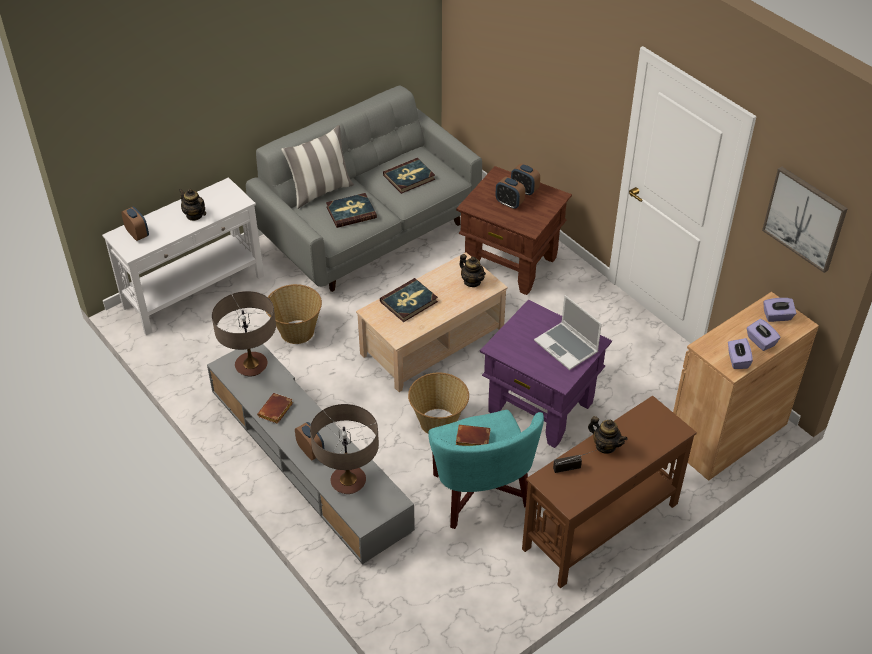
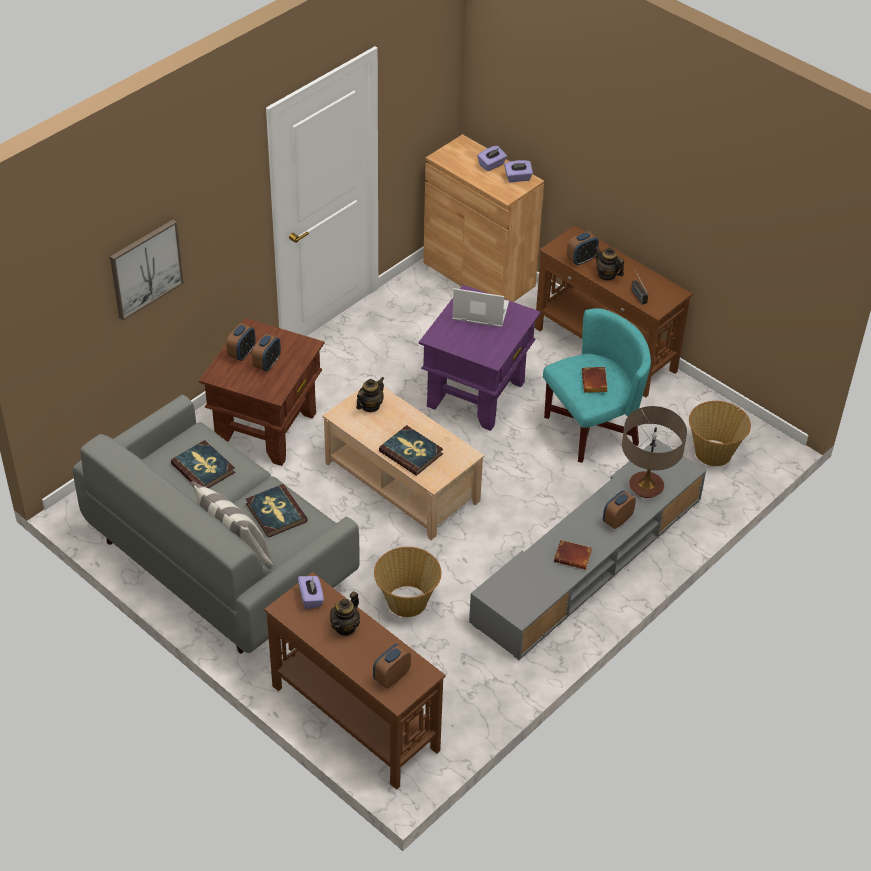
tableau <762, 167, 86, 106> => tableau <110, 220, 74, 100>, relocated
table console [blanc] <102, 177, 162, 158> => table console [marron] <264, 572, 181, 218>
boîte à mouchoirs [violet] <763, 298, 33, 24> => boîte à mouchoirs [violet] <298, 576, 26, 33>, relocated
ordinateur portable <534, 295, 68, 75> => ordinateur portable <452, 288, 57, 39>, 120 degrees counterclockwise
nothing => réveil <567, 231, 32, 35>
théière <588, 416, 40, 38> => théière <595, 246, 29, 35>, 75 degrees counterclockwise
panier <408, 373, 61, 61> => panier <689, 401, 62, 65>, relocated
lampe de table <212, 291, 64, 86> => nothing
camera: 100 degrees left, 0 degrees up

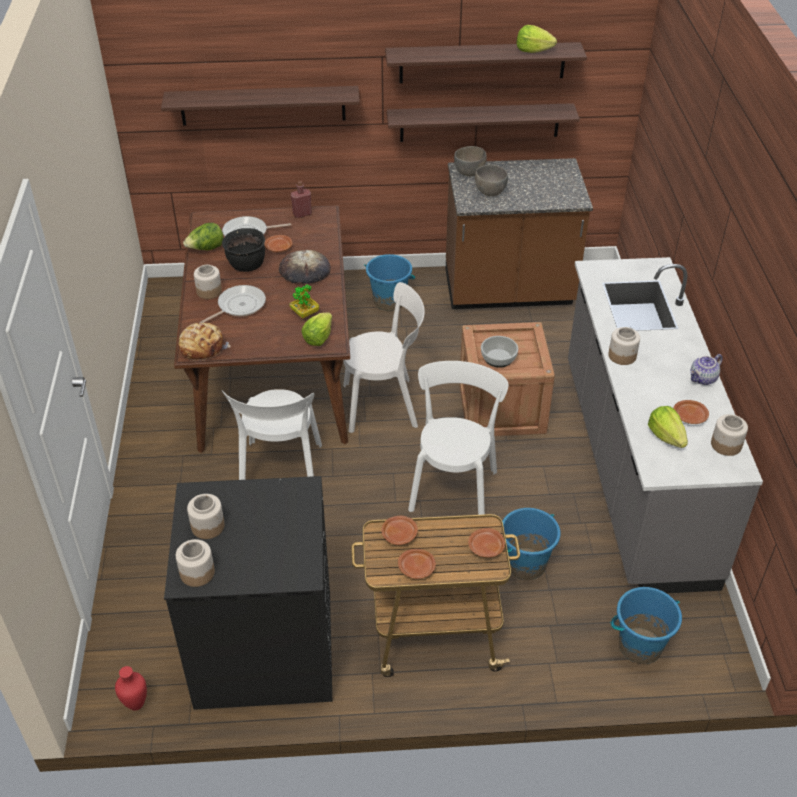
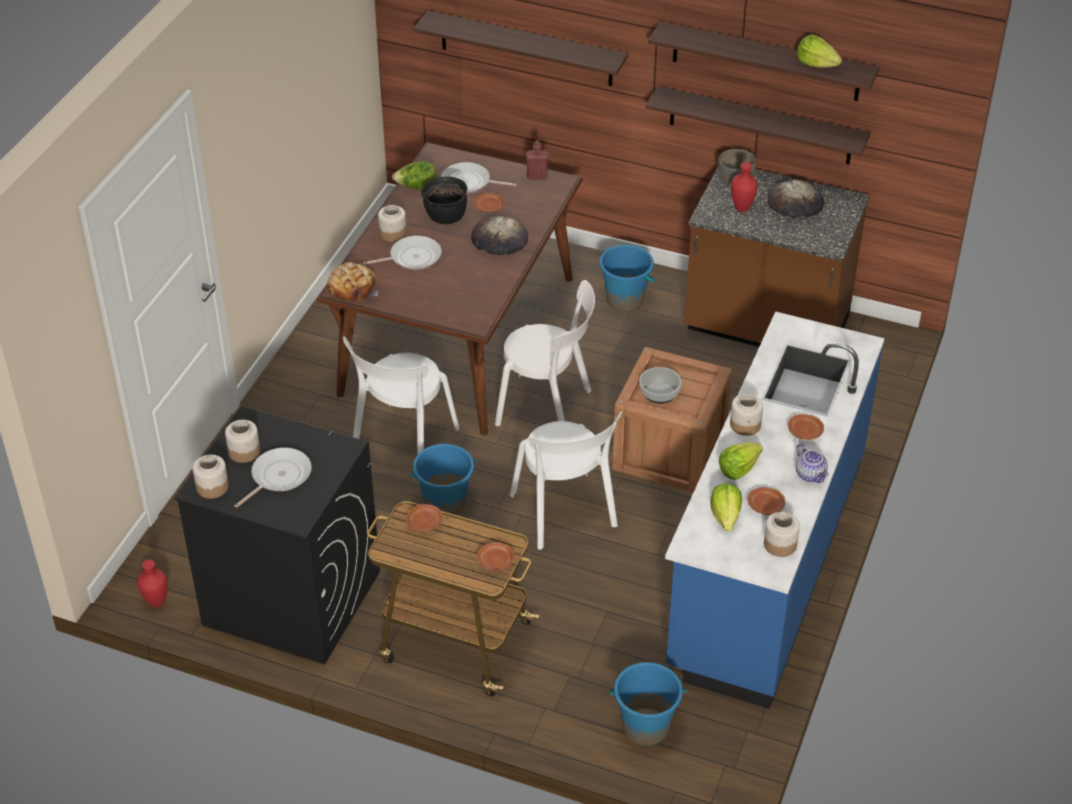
nothing => poêle <234, 447, 78, 61>
seau [bleu] <502, 508, 59, 72> => seau [bleu] <409, 444, 68, 71>, relocated
chaise [blanc] <408, 361, 101, 154> => chaise [blanc] <510, 411, 112, 139>, 120 degrees clockwise
comptoir de cuisine [gris] <568, 257, 195, 336> => comptoir de cuisine [bleu] <665, 311, 220, 398>
laitue <301, 312, 31, 34> => laitue <719, 442, 44, 38>, relocated
bol [gris] <475, 165, 33, 31> => vase [rouge] <731, 162, 27, 50>
nothing => pain <768, 180, 56, 38>
assiette [marron] <398, 549, 38, 30> => assiette [marron] <788, 414, 36, 26>, relocated
théière <690, 354, 33, 31> => théière <796, 444, 33, 39>, 105 degrees counterclockwise
plante en pot <289, 285, 31, 34> => nothing
camera: 25 degrees right, 0 degrees up

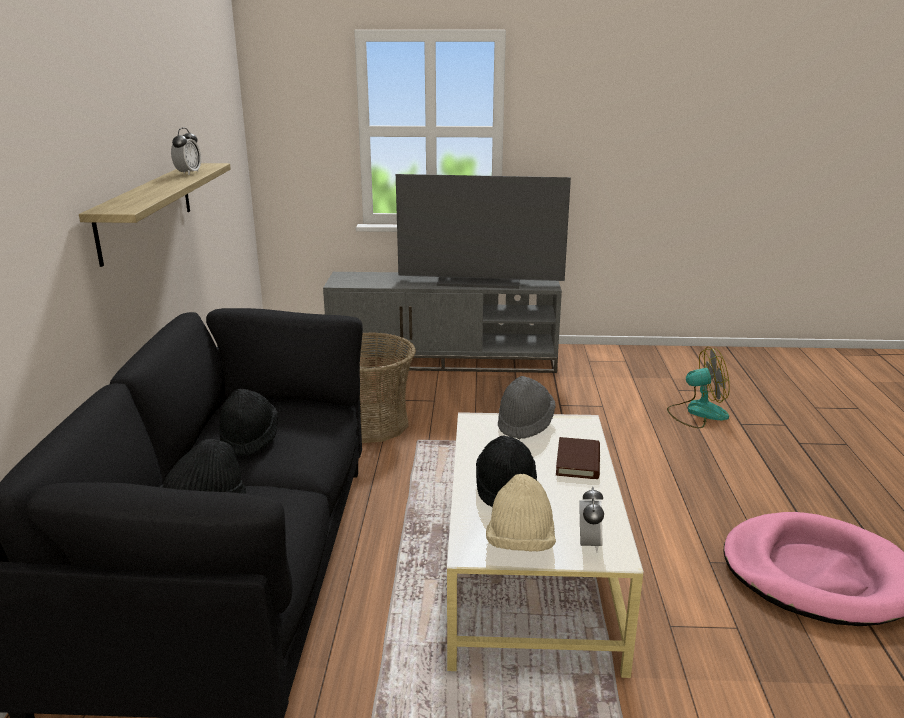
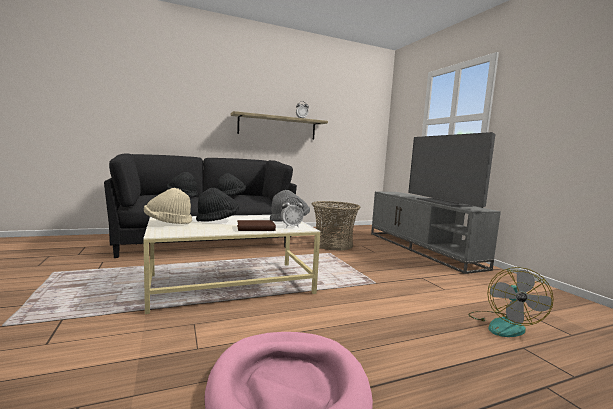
réveil <579, 487, 25, 66> => réveil <281, 197, 23, 31>, relocated
ventilateur <667, 347, 63, 81> => ventilateur <468, 267, 86, 70>, 45 degrees clockwise
camera: 65 degrees right, 15 degrees down

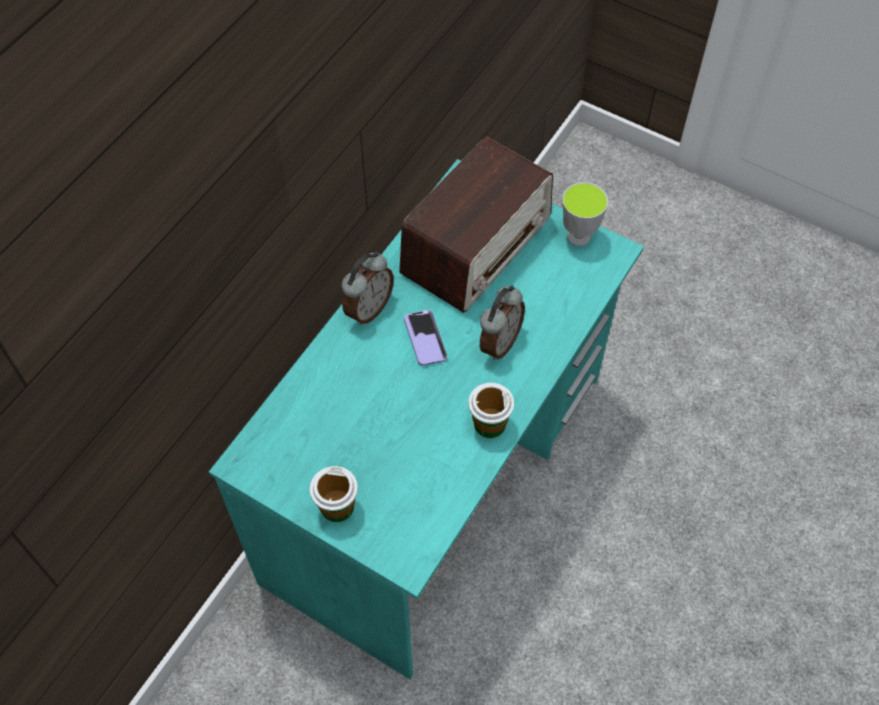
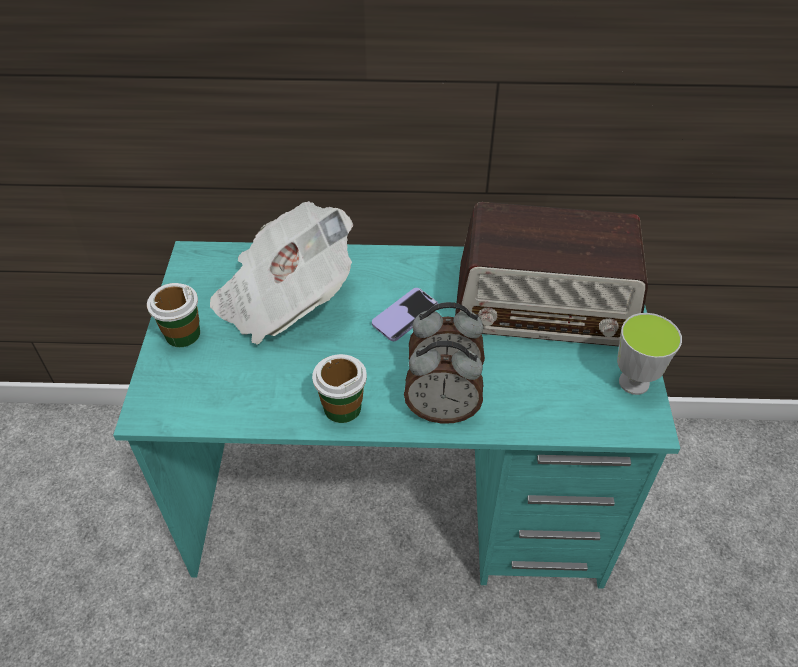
nothing => journal <210, 201, 143, 144>
réveil <342, 252, 52, 73> => réveil <404, 341, 79, 83>, relocated
camera: 60 degrees right, 10 degrees down

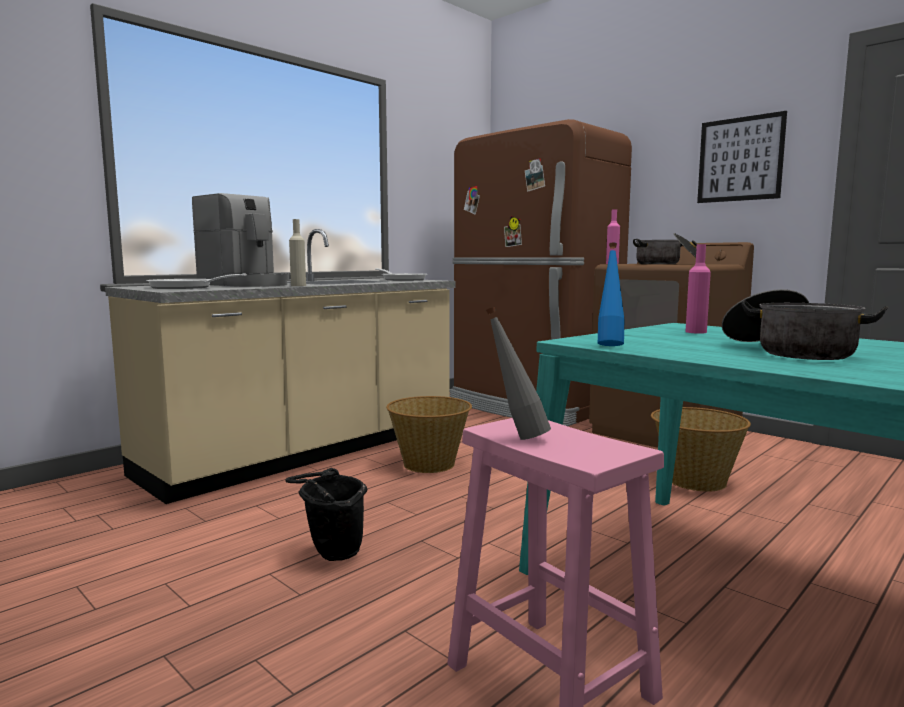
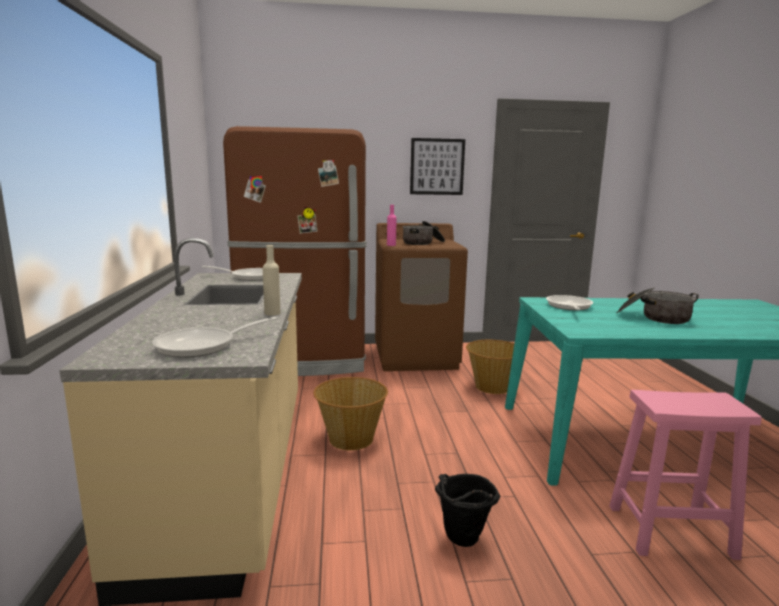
bouteille [rose] <685, 244, 26, 90> => poêle <546, 295, 47, 15>
machine à café <192, 193, 97, 94> => nothing
bouteille [gris] <486, 307, 65, 133> => nothing
bouteille [bleu] <598, 242, 26, 104> => nothing
camera: 50 degrees left, 5 degrees up

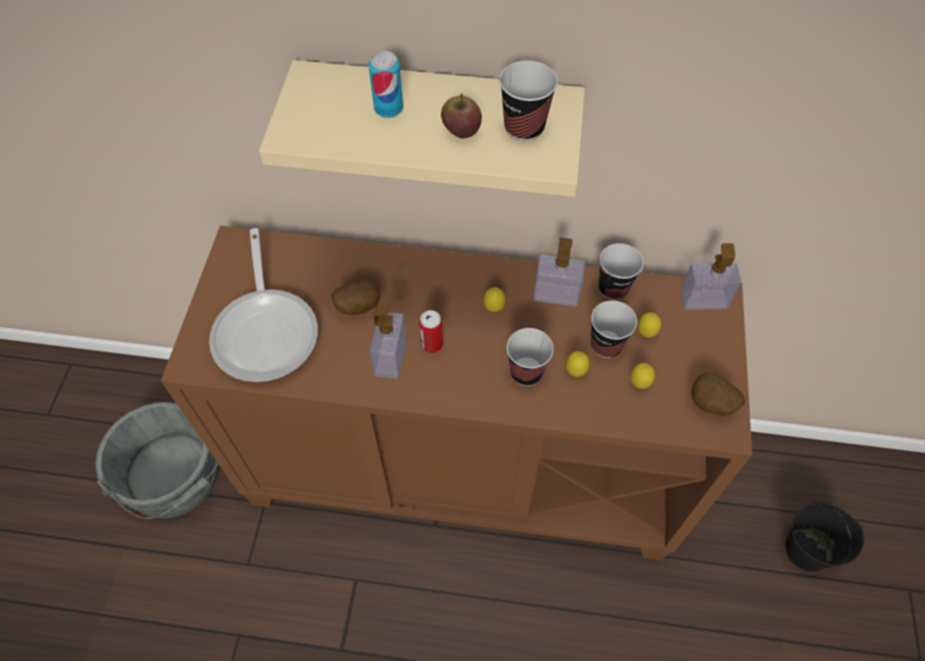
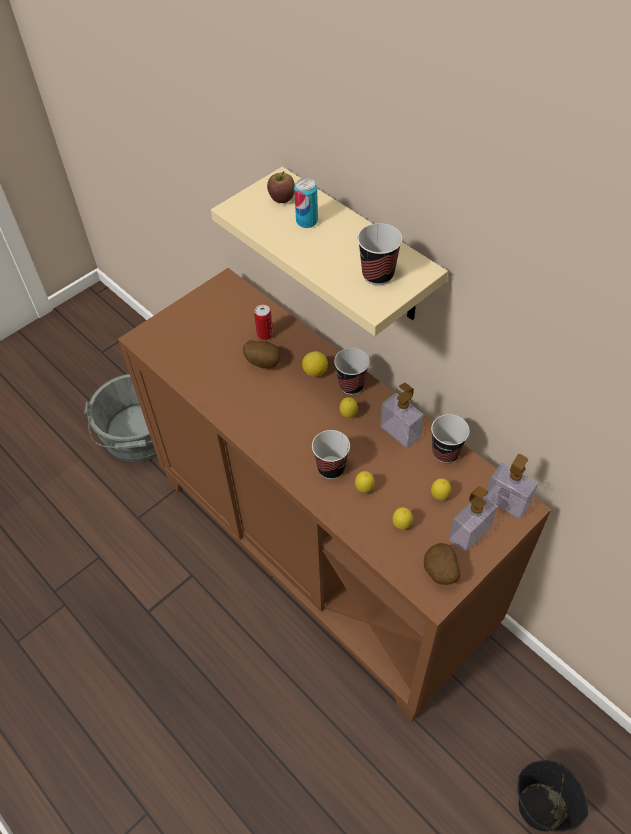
boîte métallique <419, 310, 24, 43> => boîte métallique <254, 305, 19, 35>, relocated
pomme <441, 94, 41, 45> => pomme <267, 171, 28, 32>, relocated
nothing => citron <302, 351, 26, 25>
tasse <591, 301, 46, 57> => tasse <334, 348, 36, 47>, relocated
distributeur de savon <370, 304, 37, 75> => distributeur de savon <449, 486, 49, 66>, relocated
poêle <209, 228, 109, 154> => nothing
camera: 40 degrees right, 5 degrees down

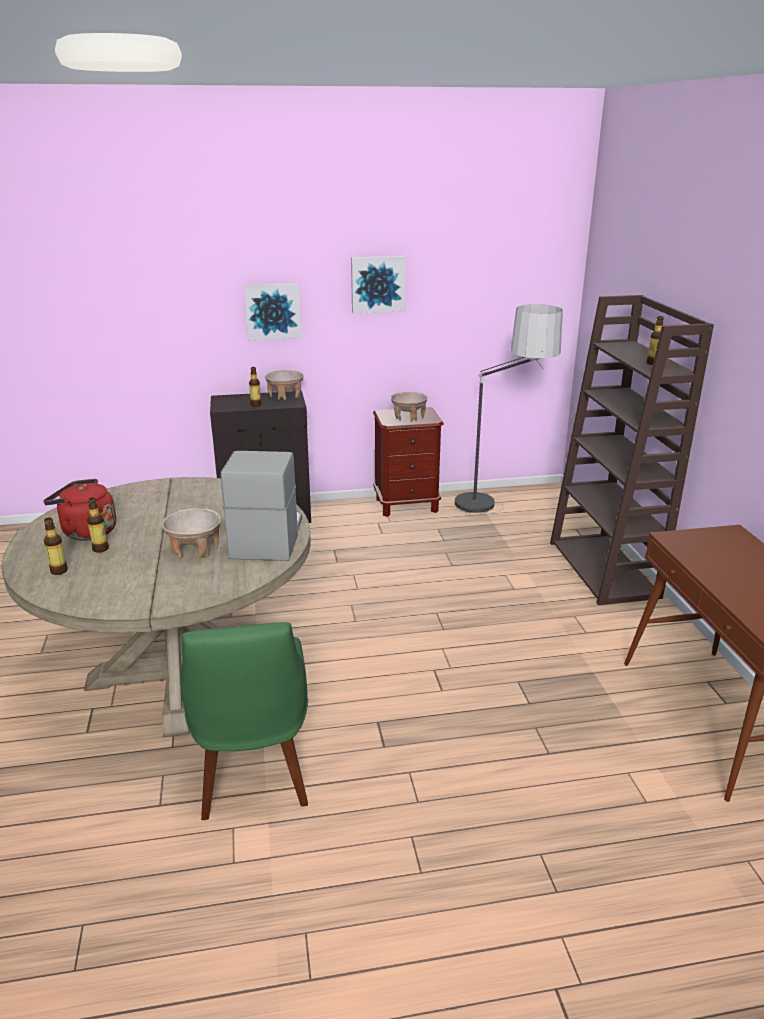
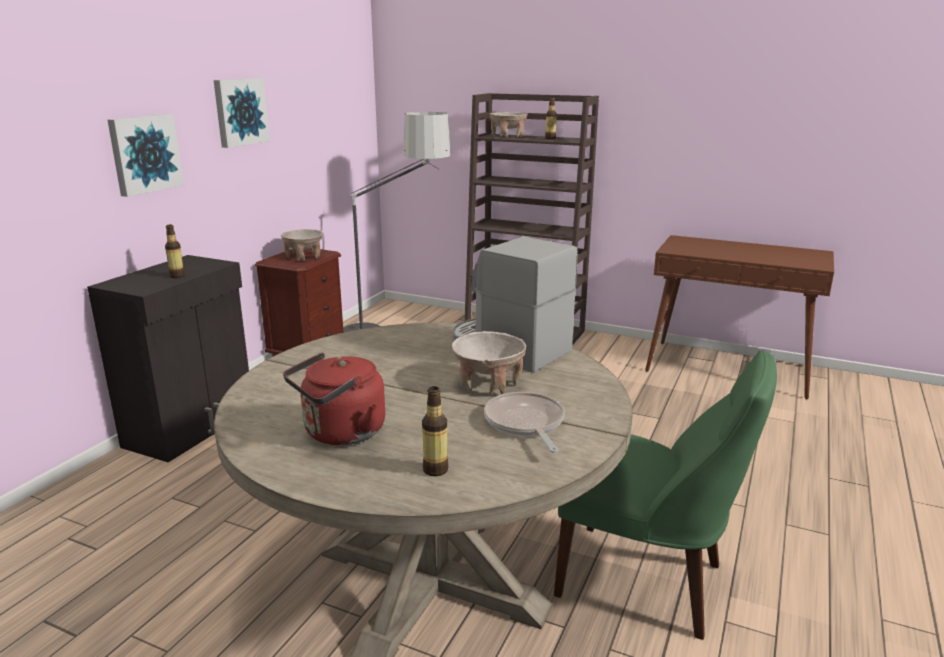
nothing => poêle <484, 392, 81, 61>
bol [beige] <265, 370, 39, 31> => bol [beige] <489, 112, 39, 26>, relocated
bouteille <87, 497, 22, 56> => nothing
camera: 55 degrees left, 5 degrees down

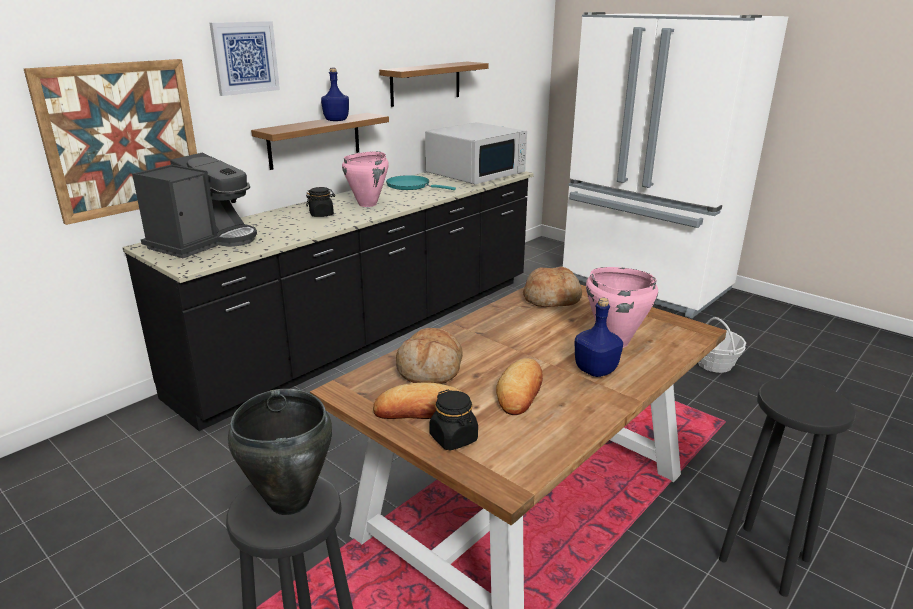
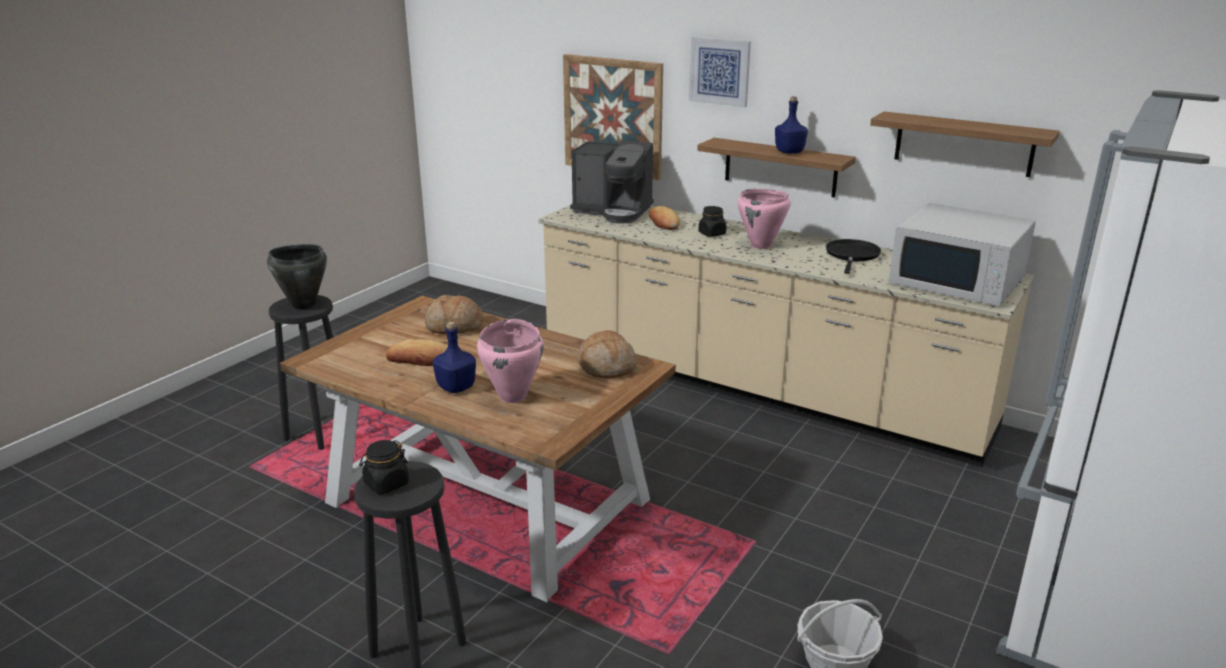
bocal [noir] <429, 390, 49, 61> => bocal [noir] <359, 440, 50, 54>, relocated
comptoir de cuisine [noir] <122, 171, 412, 260> => comptoir de cuisine [beige] <538, 205, 496, 262>
pain <373, 383, 89, 36> => pain <648, 206, 32, 24>, relocated
poêle [turquoise] <386, 175, 70, 15> => poêle [noir] <826, 239, 55, 35>
camera: 80 degrees right, 0 degrees up

